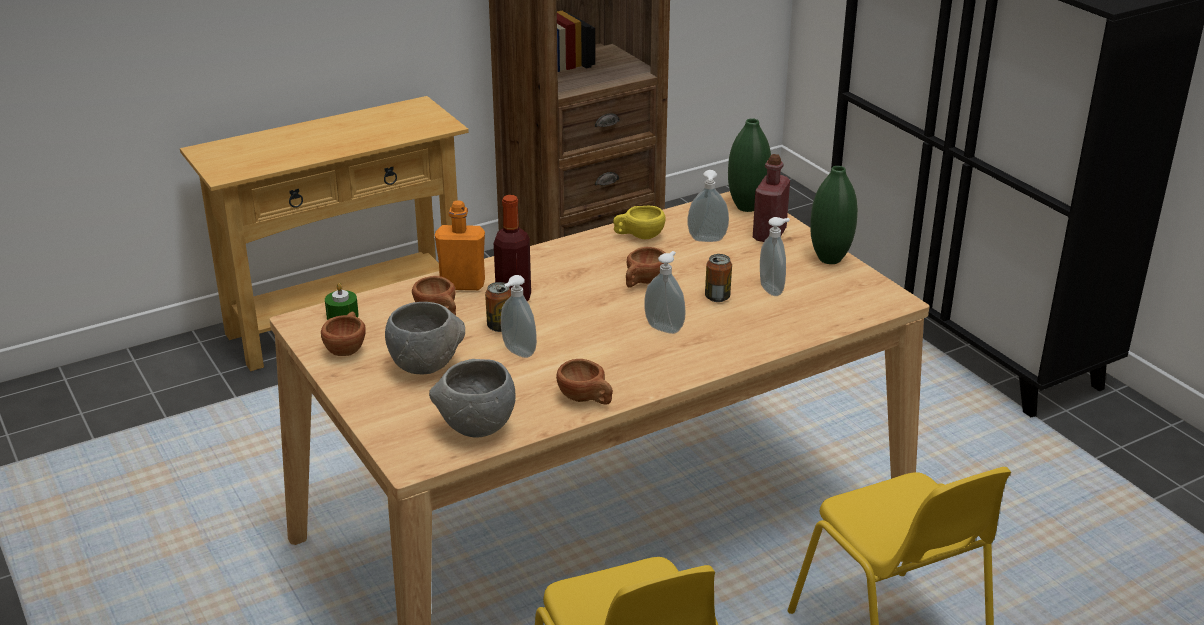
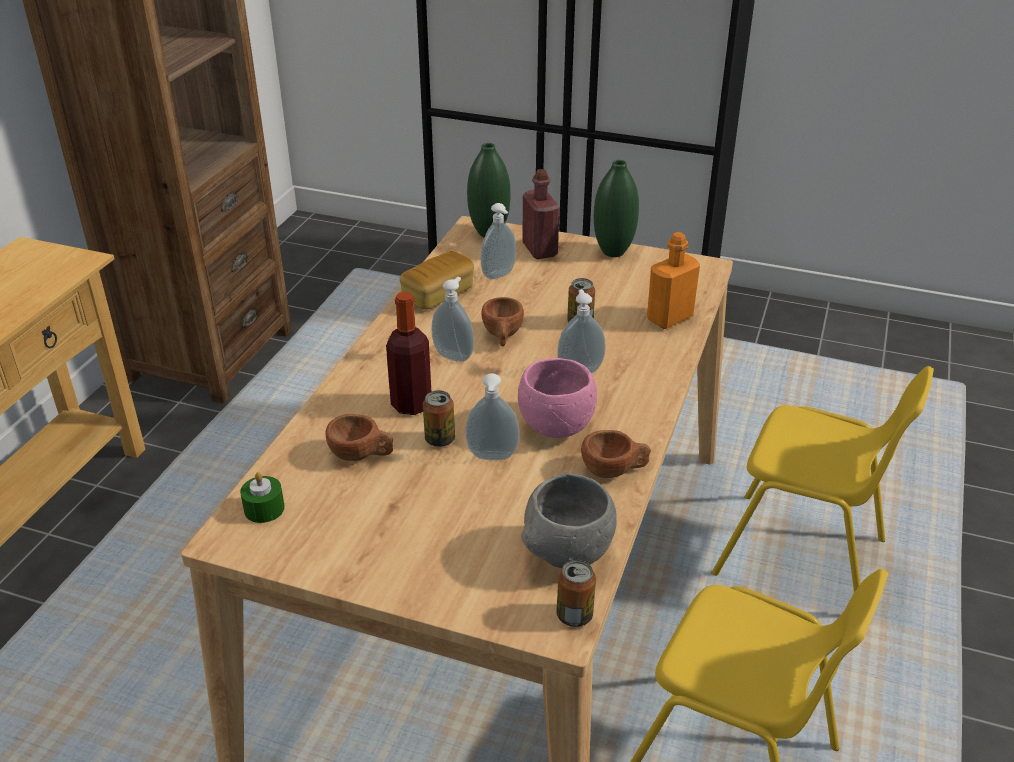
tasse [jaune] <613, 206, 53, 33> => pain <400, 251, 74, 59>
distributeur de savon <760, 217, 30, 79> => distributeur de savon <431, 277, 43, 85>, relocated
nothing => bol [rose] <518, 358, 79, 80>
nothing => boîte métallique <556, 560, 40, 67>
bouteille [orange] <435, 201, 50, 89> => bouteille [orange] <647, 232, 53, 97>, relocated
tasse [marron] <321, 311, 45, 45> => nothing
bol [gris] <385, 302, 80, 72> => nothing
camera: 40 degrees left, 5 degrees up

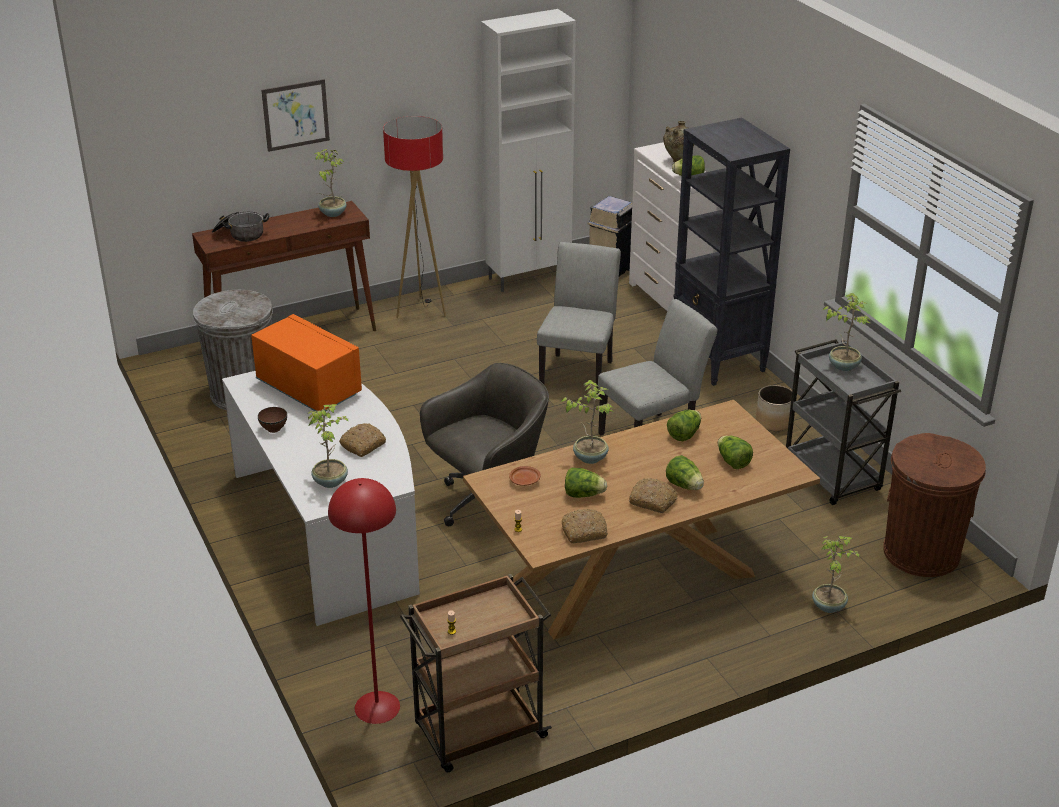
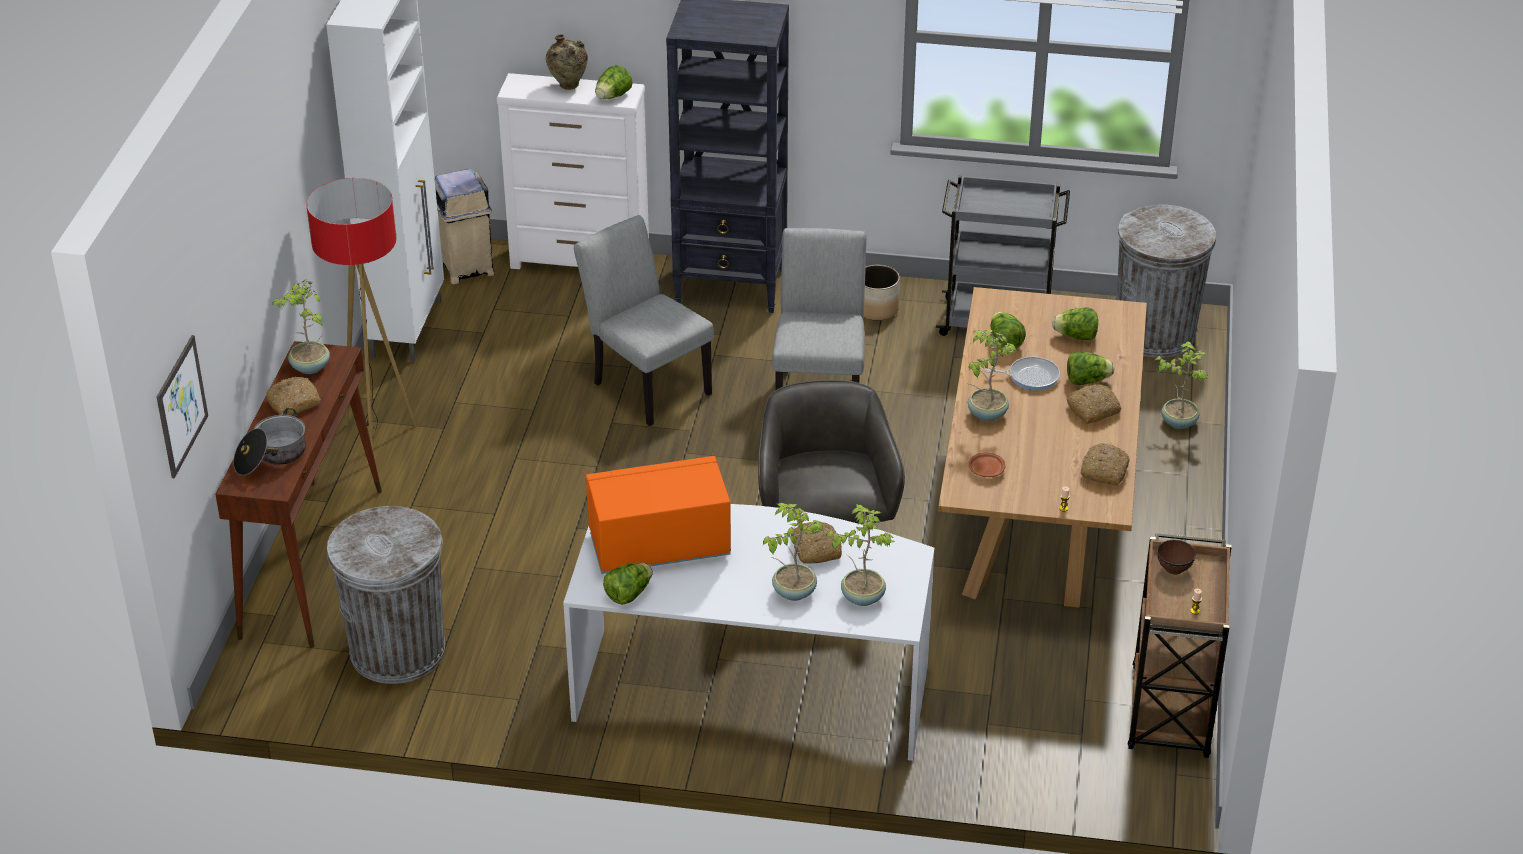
tableau <261, 79, 69, 73> => tableau <157, 335, 51, 143>, relocated
nothing => pain <266, 377, 55, 38>
laitue <565, 468, 42, 30> => laitue <603, 563, 50, 42>, relocated
plante en pot <823, 293, 47, 78> => plante en pot <763, 503, 61, 98>, relocated
nothing => poêle <984, 356, 76, 34>
poubelle [marron] <883, 433, 103, 144> => poubelle [gris] <1117, 205, 99, 153>
bol [marron] <258, 407, 29, 26> => bol [marron] <1157, 540, 39, 35>, relocated
lampadaire [rouge] <328, 478, 72, 246> => nothing
camera: 55 degrees left, 5 degrees up

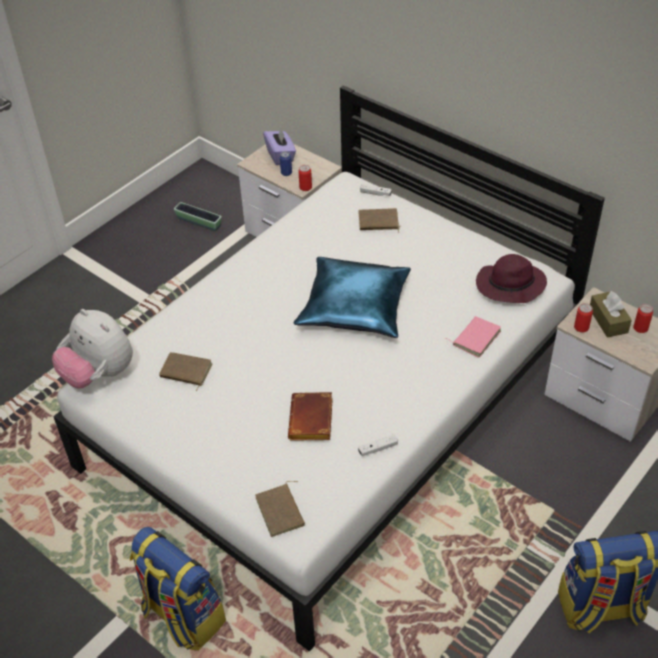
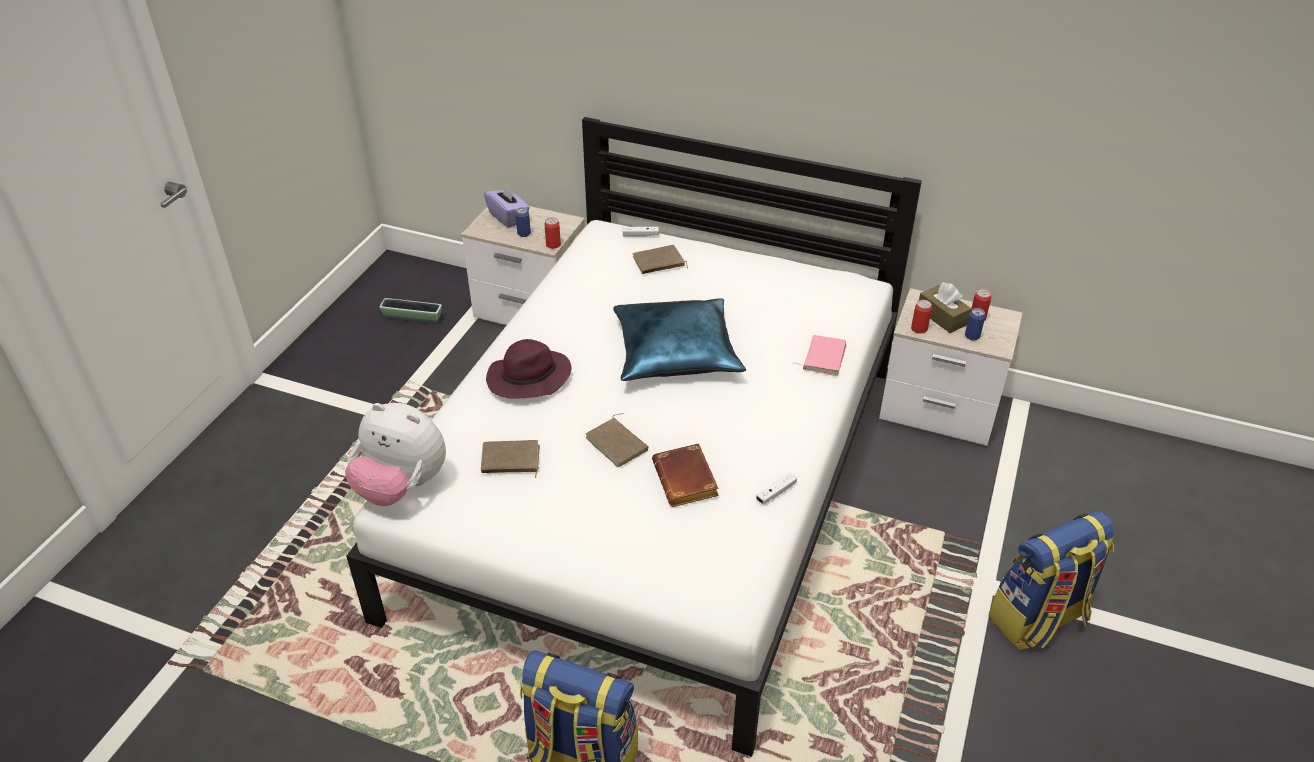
chapeau [violet] <476, 254, 71, 49> => chapeau [violet] <486, 339, 86, 60>, relocated
livre [marron] <255, 481, 50, 56> => livre [marron] <585, 413, 64, 54>, relocated
nothing => boîte métallique <965, 308, 20, 32>
camera: 20 degrees left, 5 degrees down

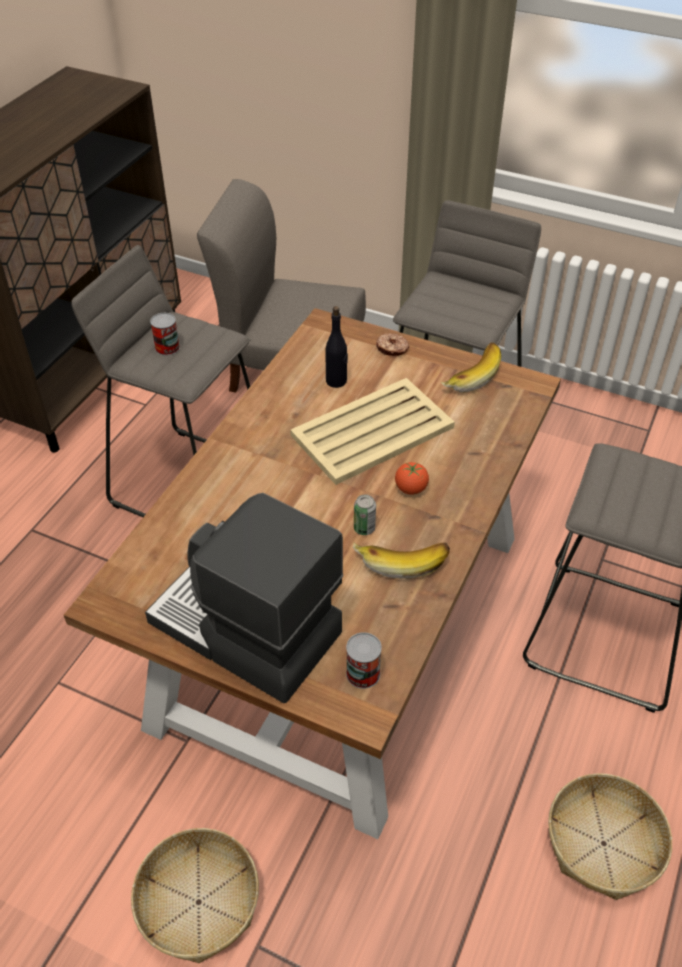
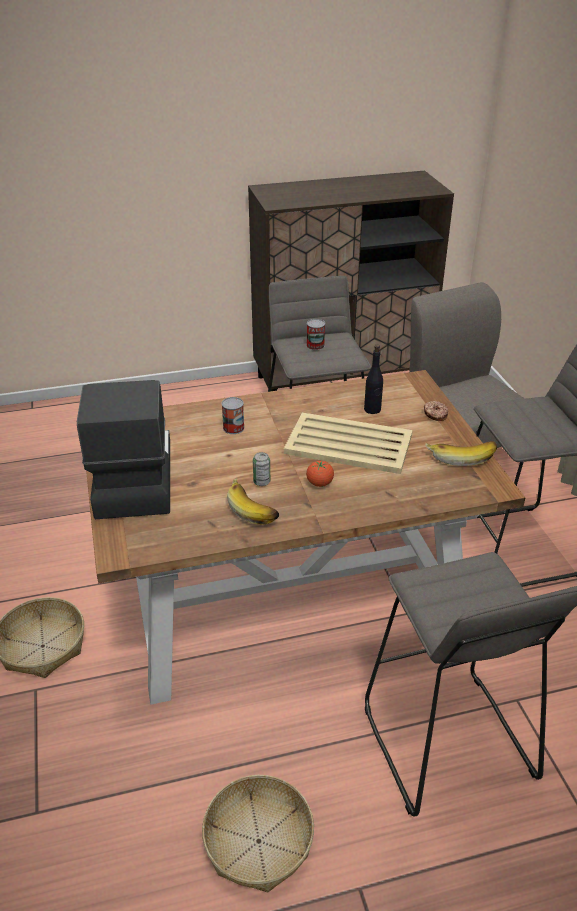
boîte métallique <346, 632, 36, 57> => boîte métallique <222, 397, 23, 37>, relocated
camera: 50 degrees right, 10 degrees down

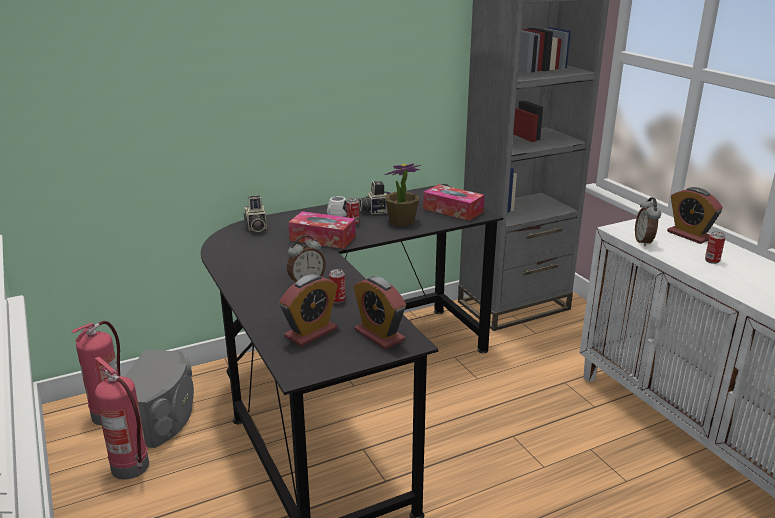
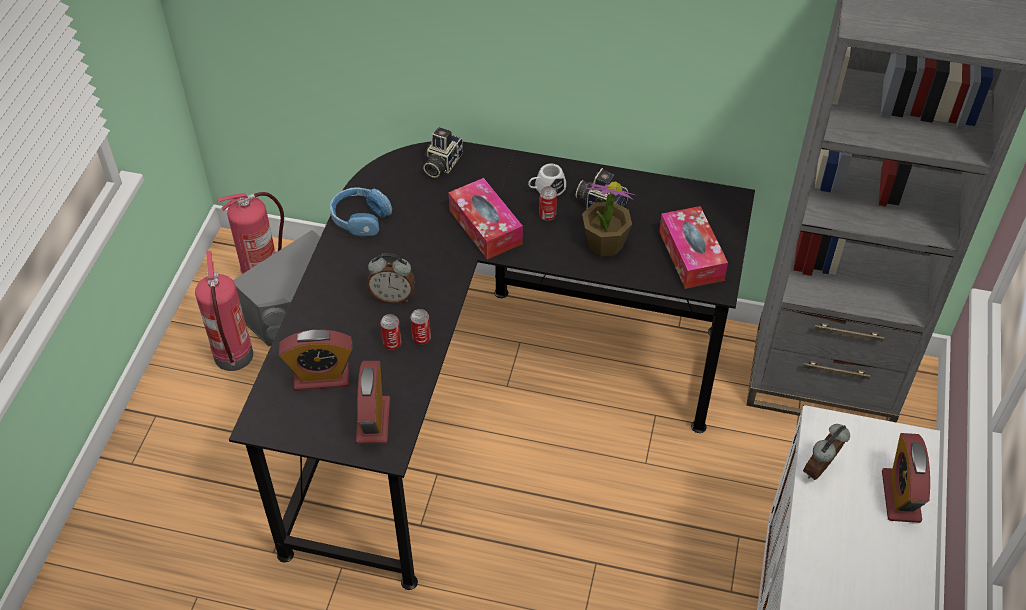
nothing => casque audio [bleu] <330, 187, 62, 50>
boîte métallique <705, 231, 21, 33> => boîte métallique <410, 309, 21, 36>, relocated
camera: 40 degrees right, 25 degrees up

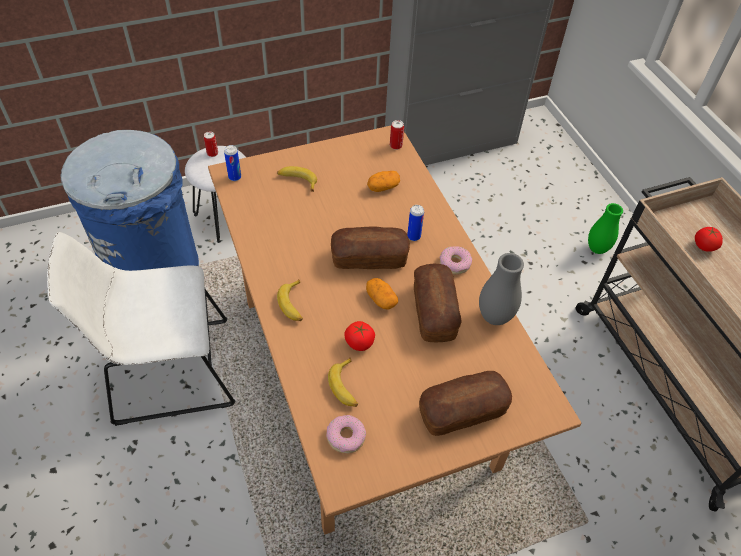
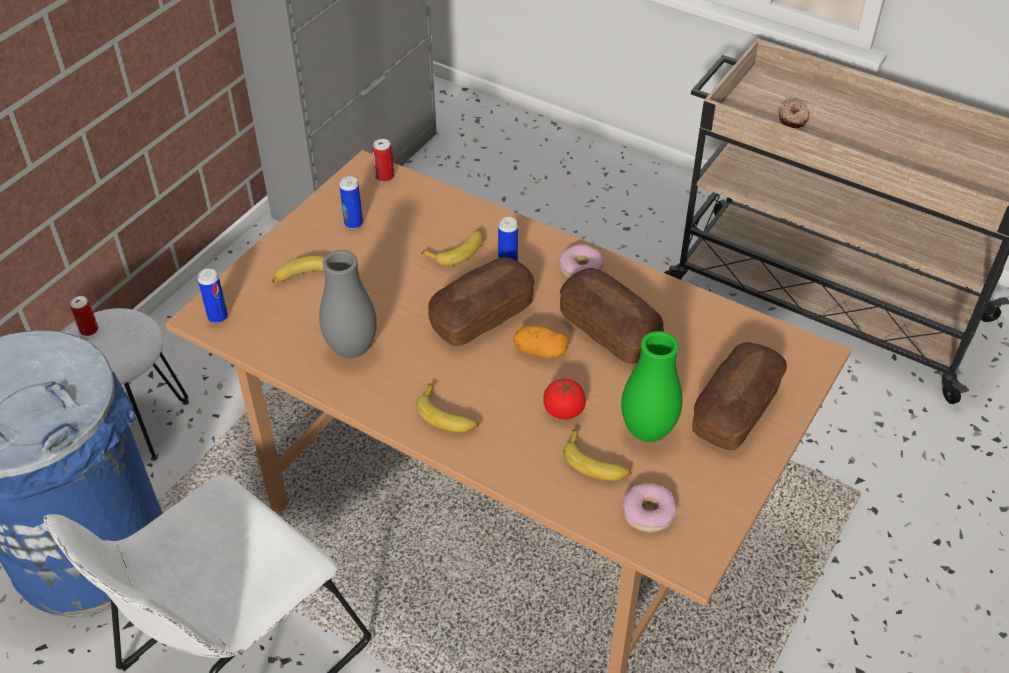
vase [gris] <479, 253, 45, 72> => vase [gris] <319, 250, 58, 108>, relocated
nothing => boîte métallique <339, 176, 24, 53>
nothing => banane <421, 229, 62, 37>
vase [vert] <588, 203, 35, 51> => vase [vert] <621, 331, 61, 111>, relocated
tomate <695, 227, 28, 25> => beignet <778, 100, 32, 28>
pomme de terre <367, 171, 33, 21> => nothing
camera: 35 degrees left, 5 degrees down

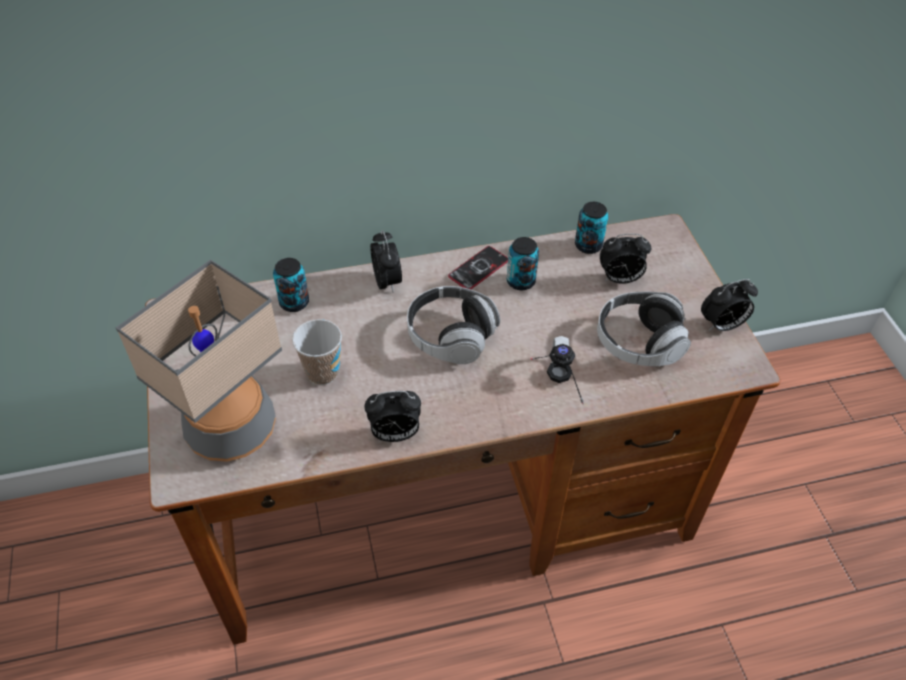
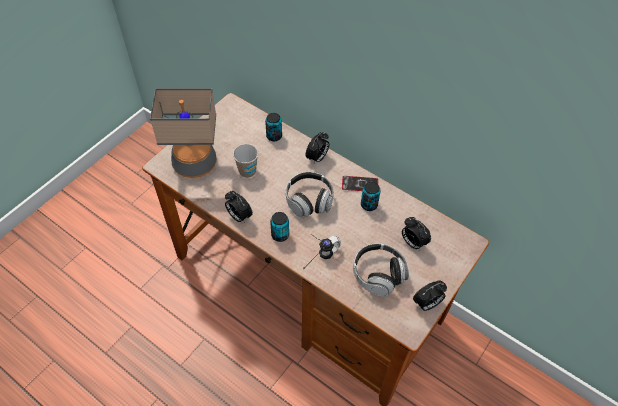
boîte métallique <575, 202, 33, 52> => boîte métallique <270, 212, 19, 30>, relocated
réveil <701, 279, 57, 52> => réveil <413, 280, 34, 31>, 60 degrees counterclockwise
camera: 50 degrees right, 5 degrees up

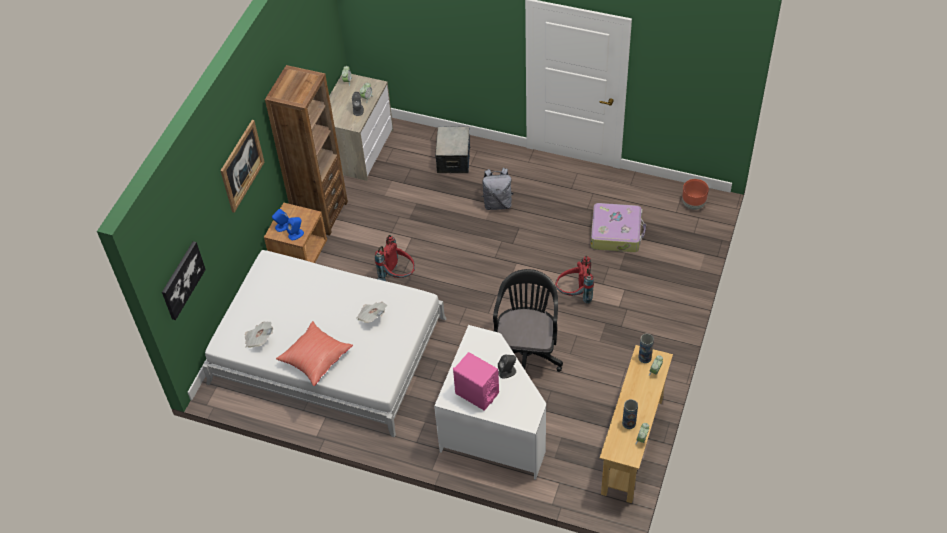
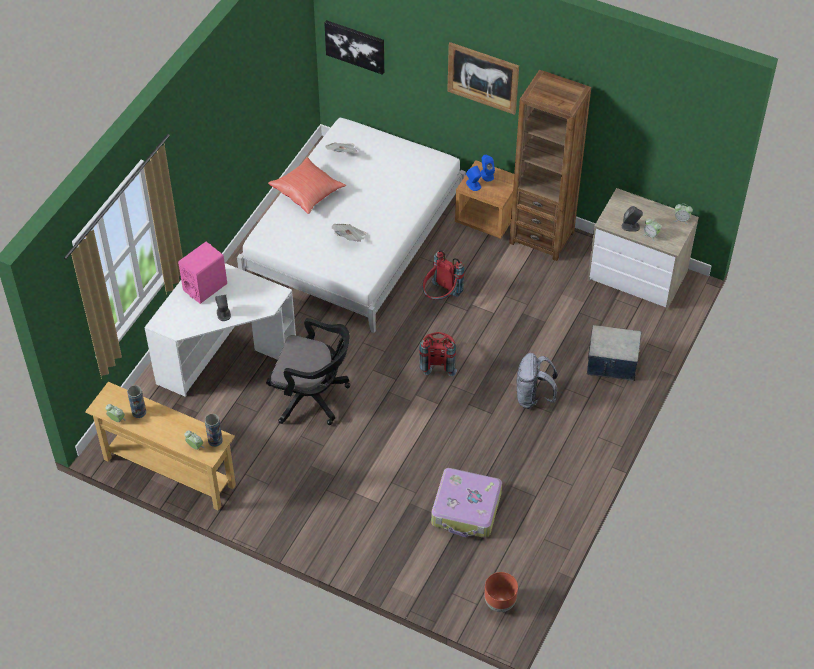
sac à dos [rouge] <556, 256, 38, 48> => sac à dos [rouge] <419, 332, 38, 44>, relocated
camera: 95 degrees right, 0 degrees up

